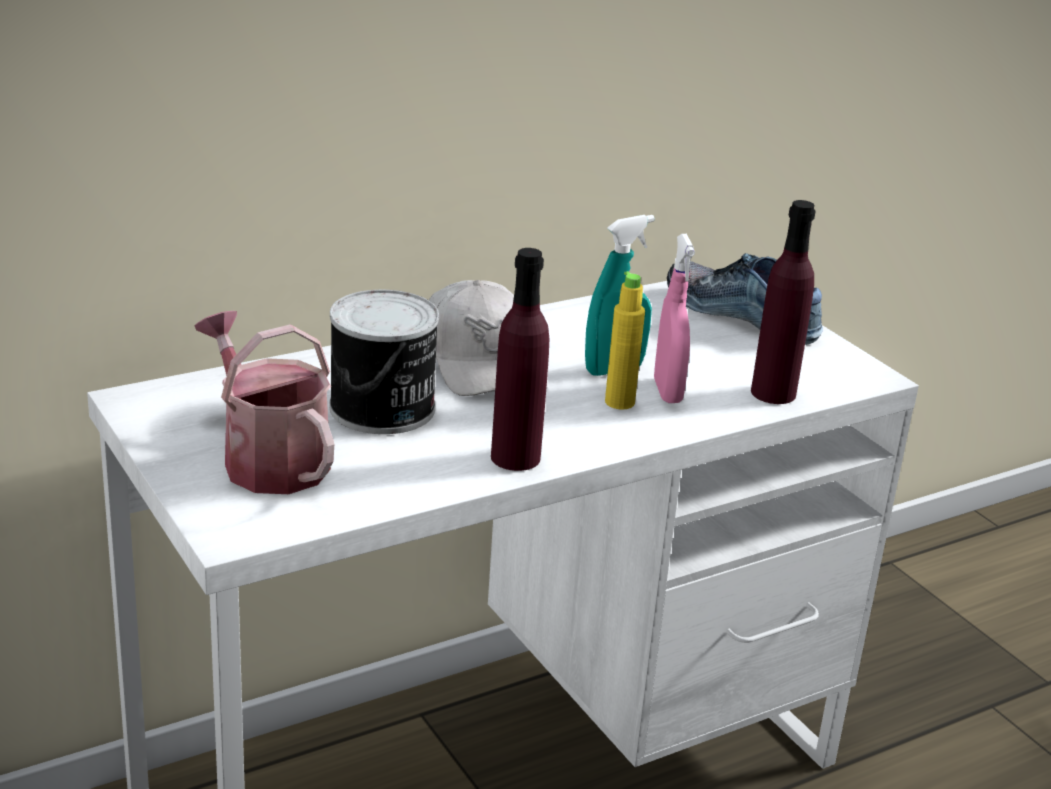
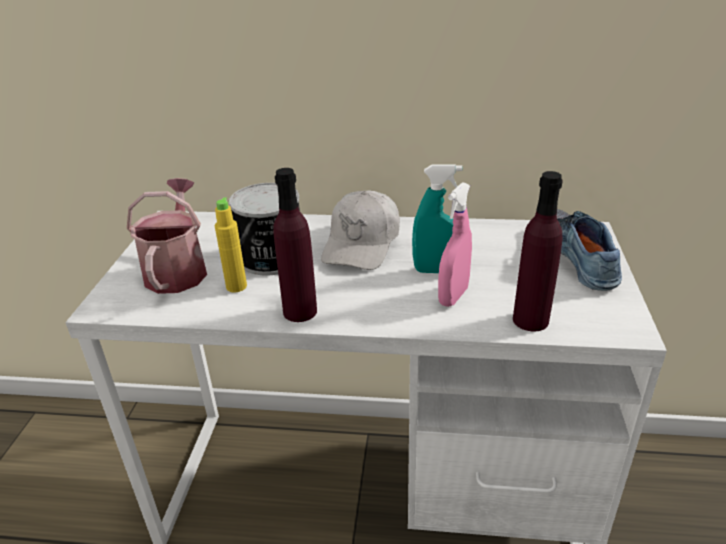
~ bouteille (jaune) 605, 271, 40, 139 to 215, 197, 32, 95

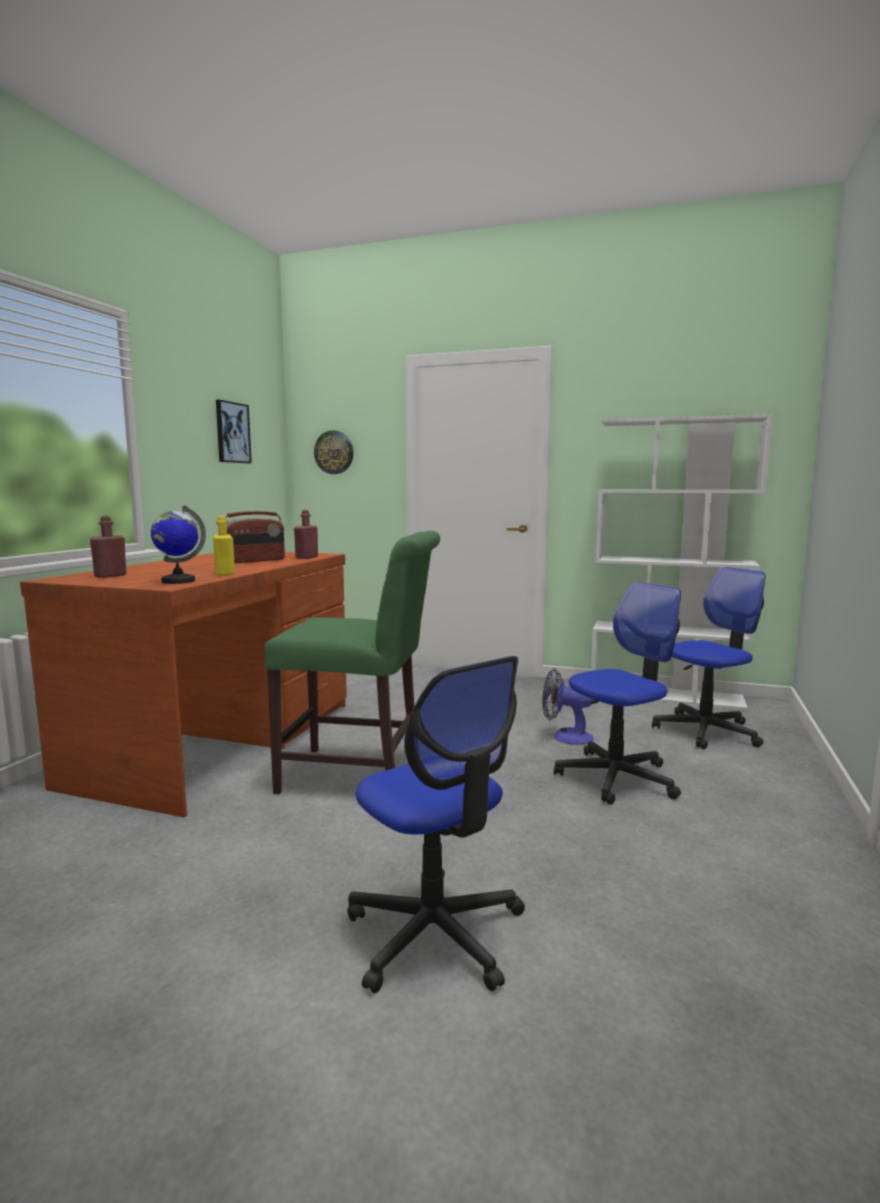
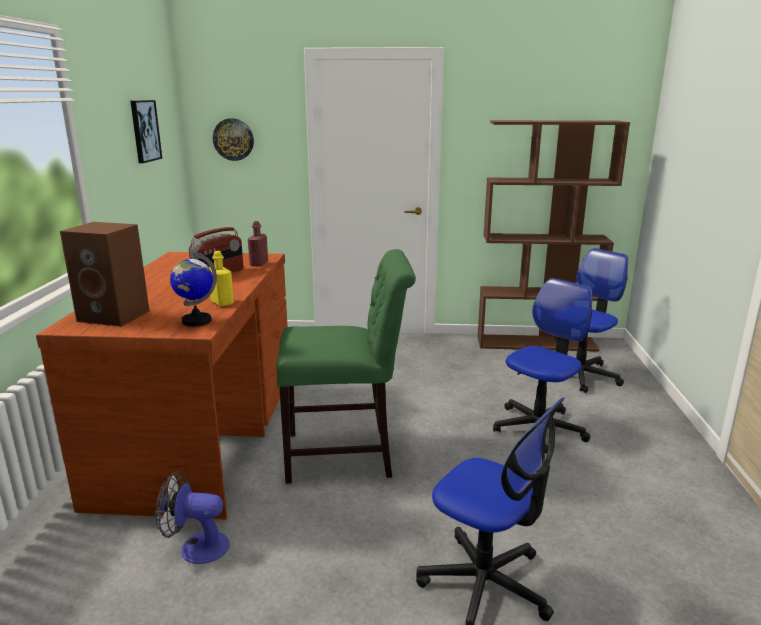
~ bouteille (rouge) 90, 516, 37, 62 to enceinte (marron) 60, 222, 90, 105
~ ventilateur 542, 669, 52, 76 to 156, 471, 74, 93
~ bibliothèque (blanc) 591, 414, 182, 296 to bibliothèque (marron) 477, 120, 153, 232

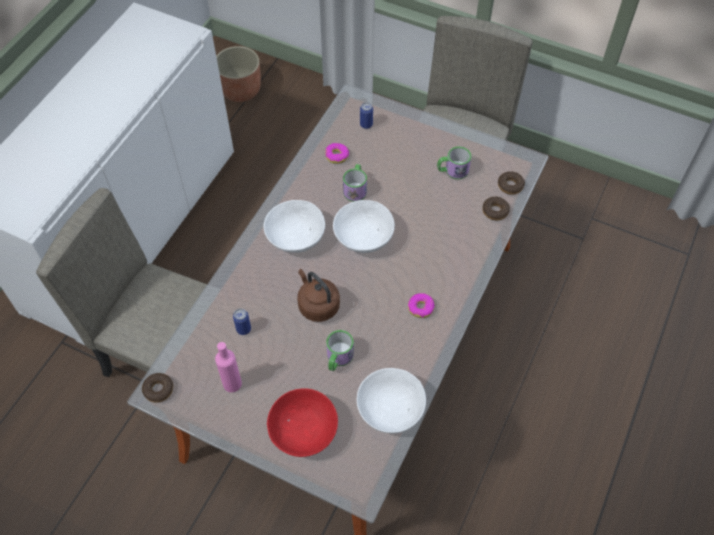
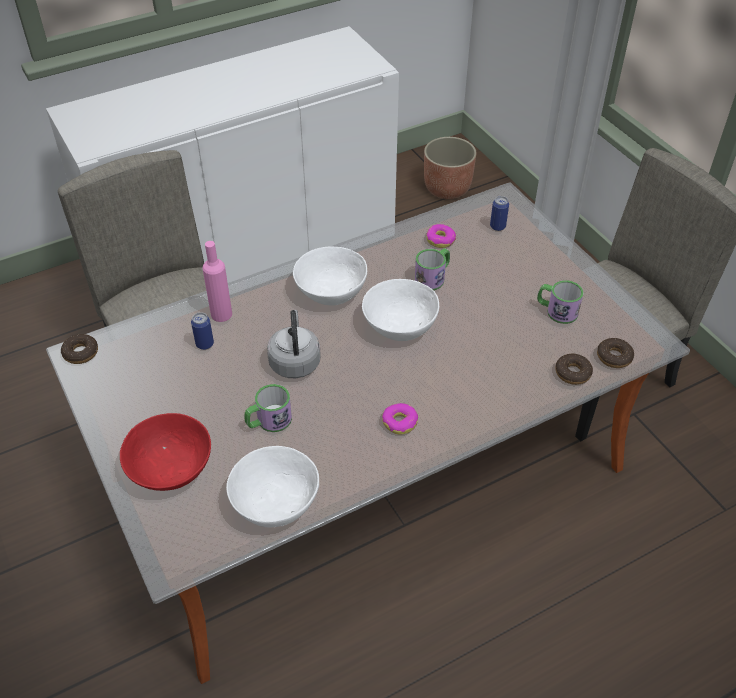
~ bouteille (rose) 215, 342, 27, 50 to 203, 241, 29, 81
~ bouilloire (marron) 297, 269, 43, 53 to bouilloire (gris) 267, 310, 54, 68

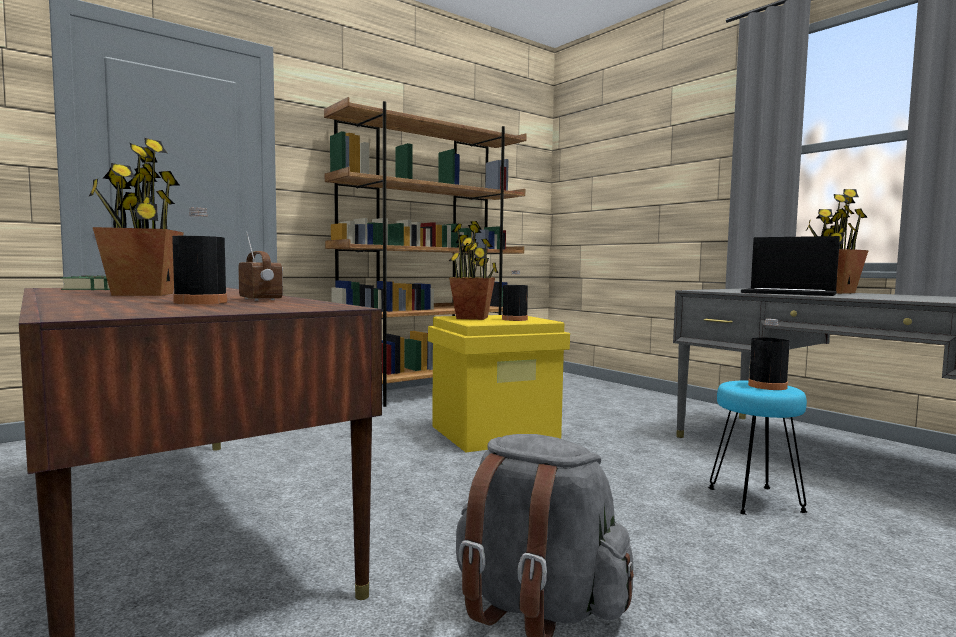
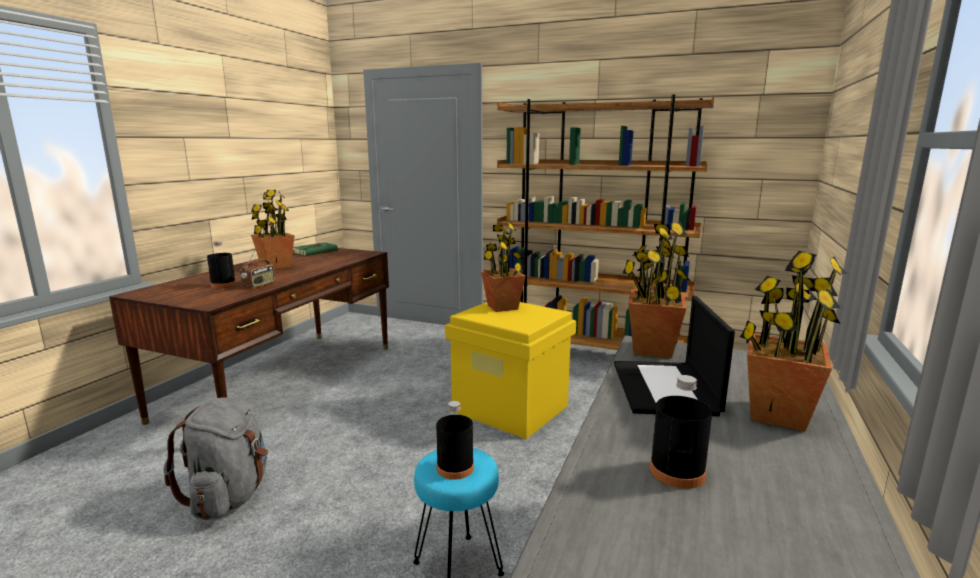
+ plante en pot 623, 222, 68, 136
~ bouteille (noir) 502, 270, 26, 51 to 650, 375, 62, 114

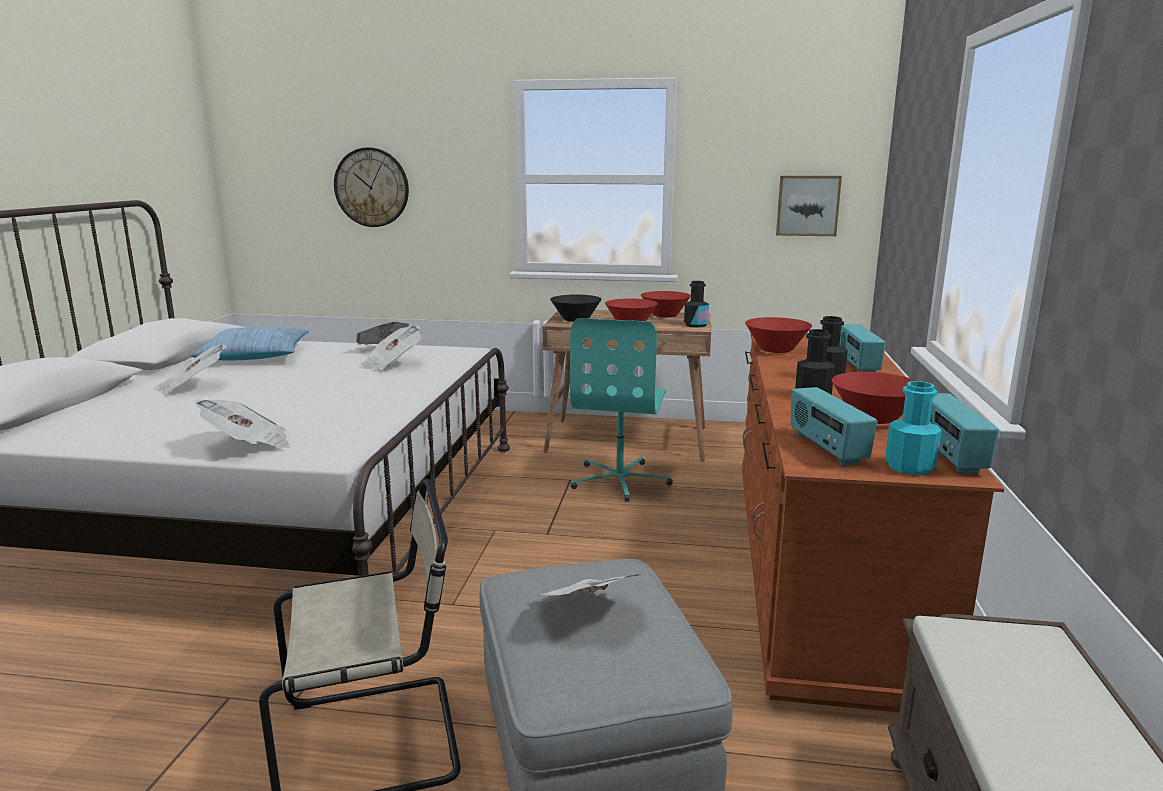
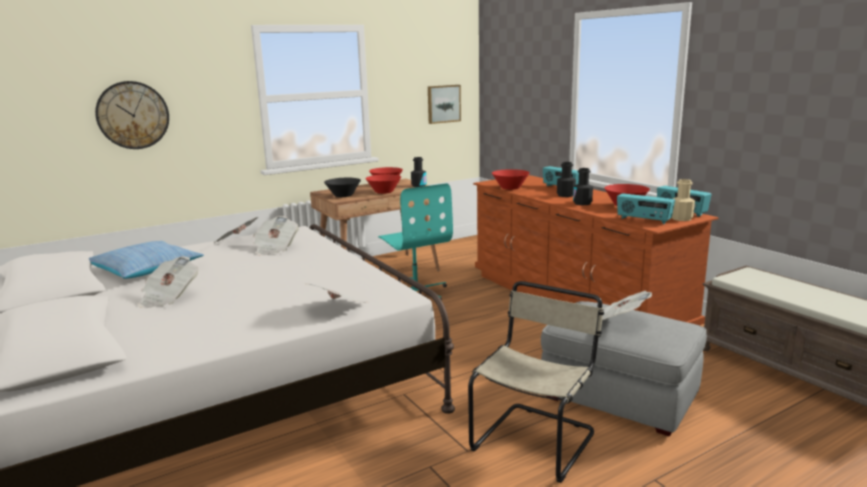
~ bouteille (turquoise) 885, 381, 57, 94 to bouteille (beige) 672, 179, 23, 42

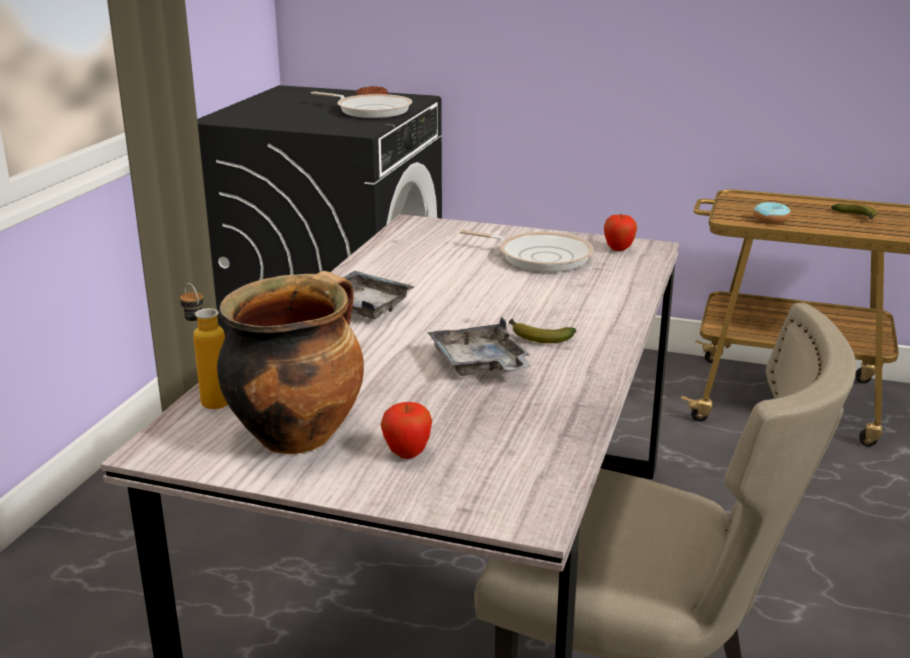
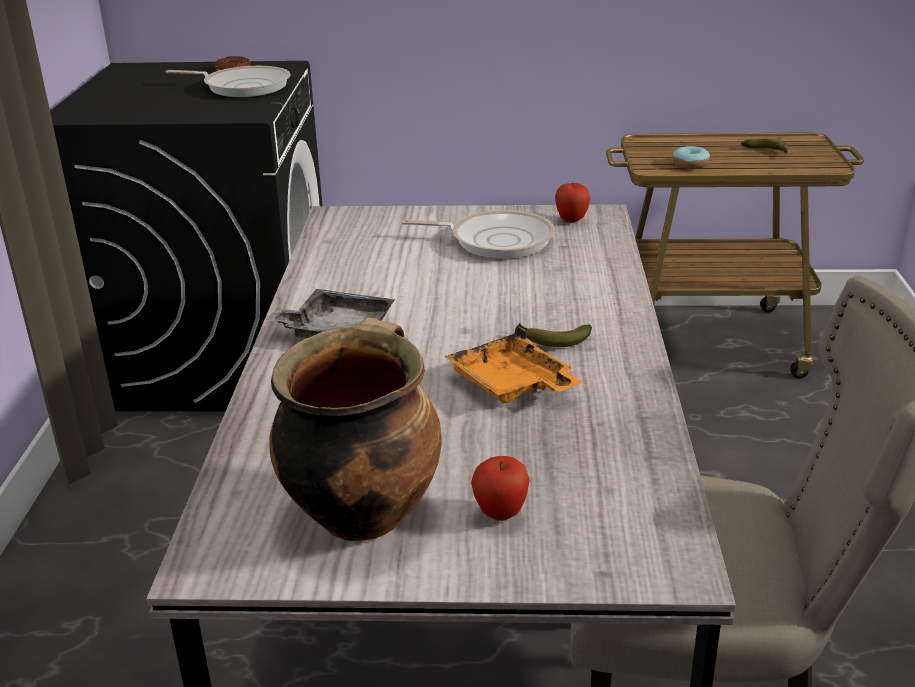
~ plateau (gris) 427, 317, 105, 59 to plateau (orange) 444, 326, 138, 77
- bouteille 180, 283, 48, 126

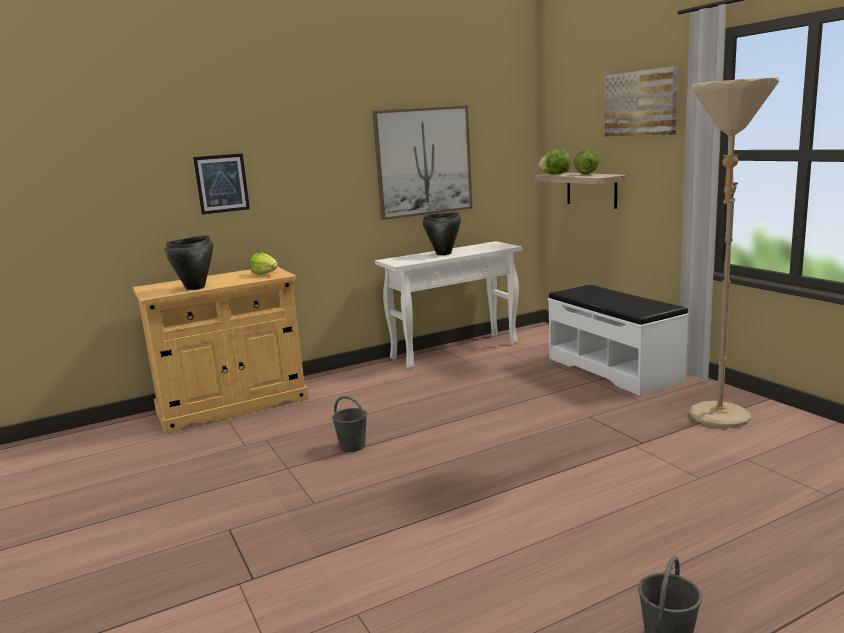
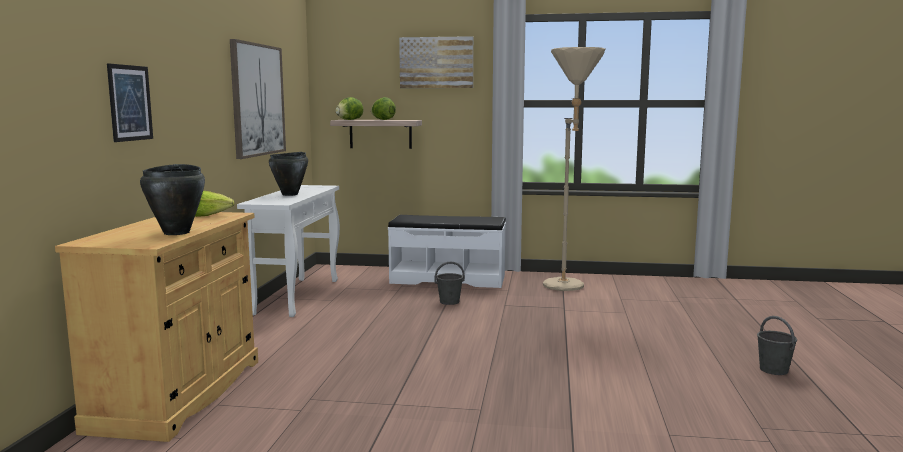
~ seau (gris) 332, 396, 35, 56 to 434, 262, 31, 43

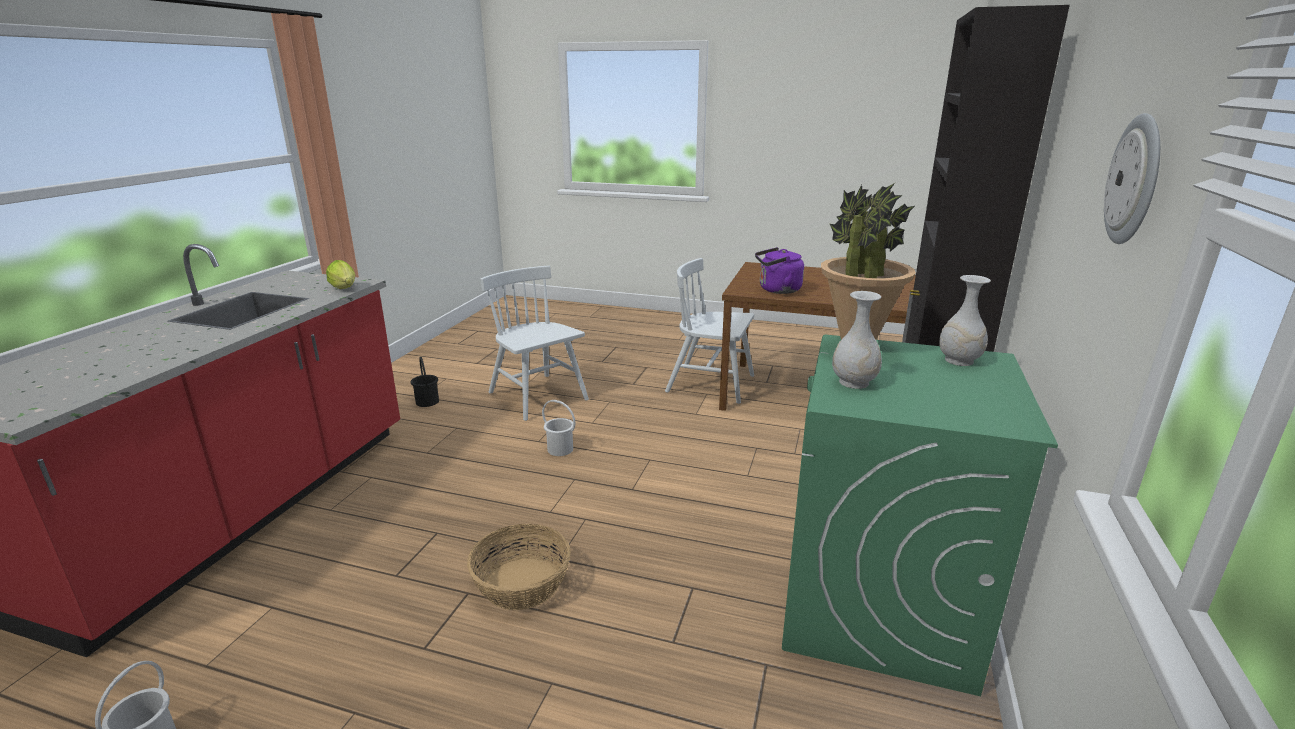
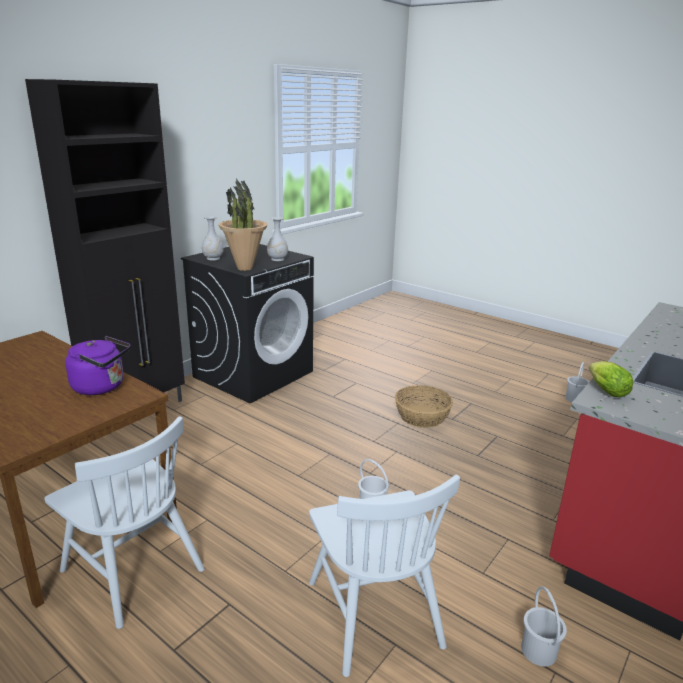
~ lave-linge (vert) 782, 335, 276, 361 to lave-linge (noir) 181, 244, 133, 160
~ seau (noir) 411, 357, 28, 50 to seau (blanc) 521, 586, 46, 81
- horloge murale 1104, 113, 56, 131

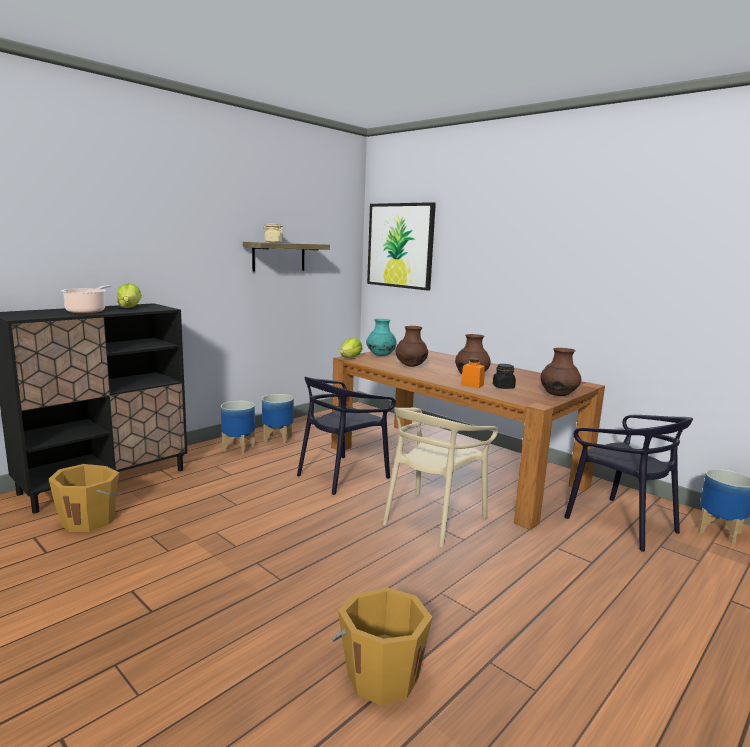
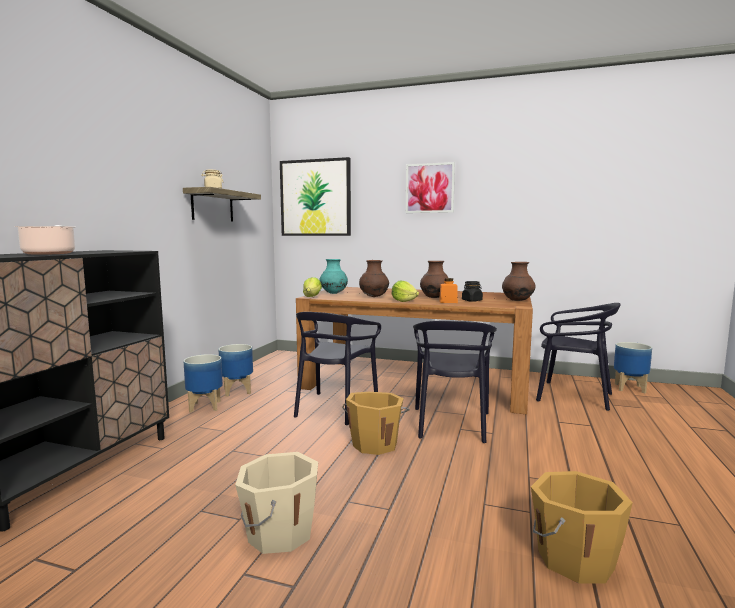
+ seau (beige) 235, 452, 83, 102
~ seau (orange) 49, 464, 71, 68 to 342, 392, 68, 63
~ laitue 117, 284, 25, 24 to 392, 281, 27, 21
+ tableau 406, 162, 49, 51
~ chaise (beige) 383, 408, 115, 140 to chaise (noir) 413, 320, 84, 123

